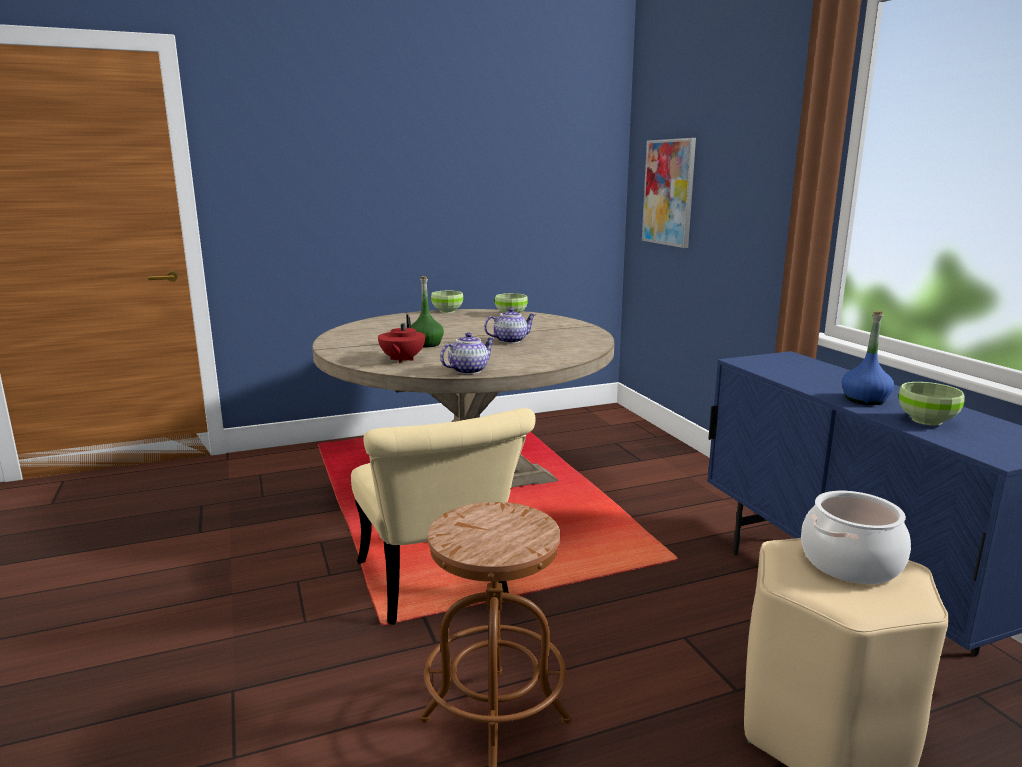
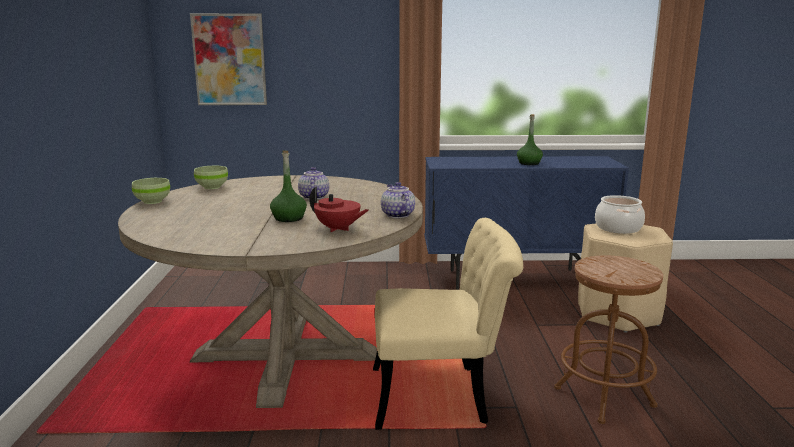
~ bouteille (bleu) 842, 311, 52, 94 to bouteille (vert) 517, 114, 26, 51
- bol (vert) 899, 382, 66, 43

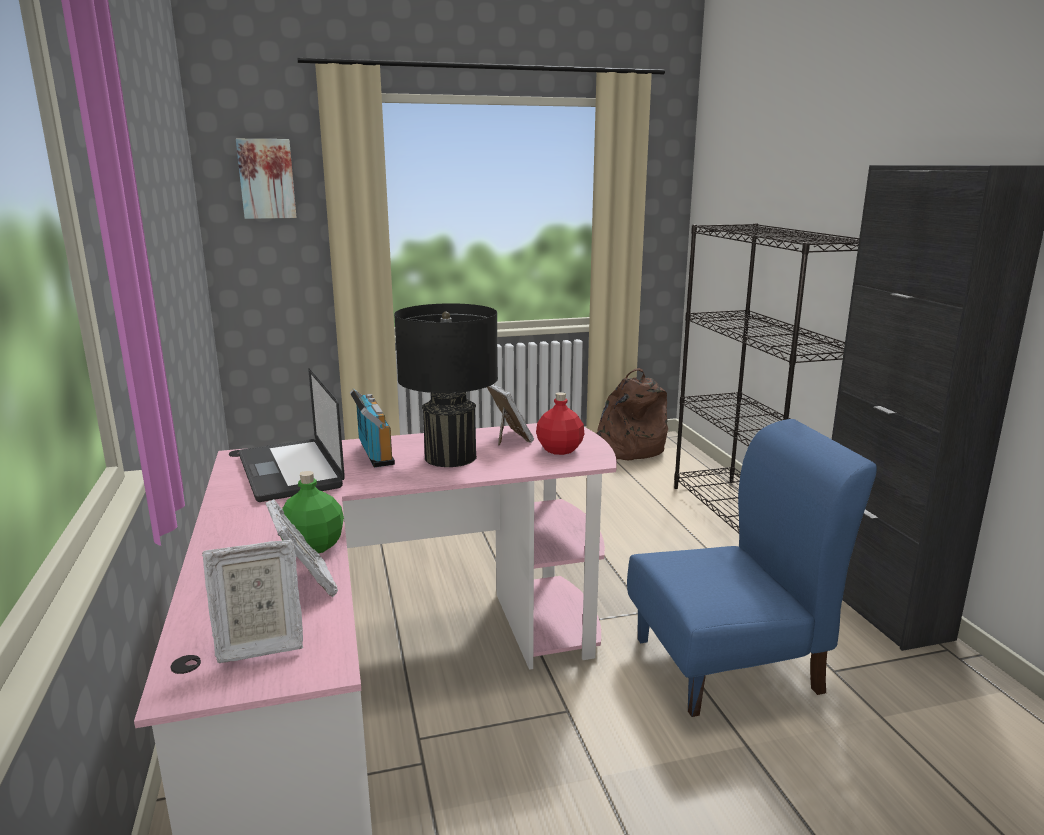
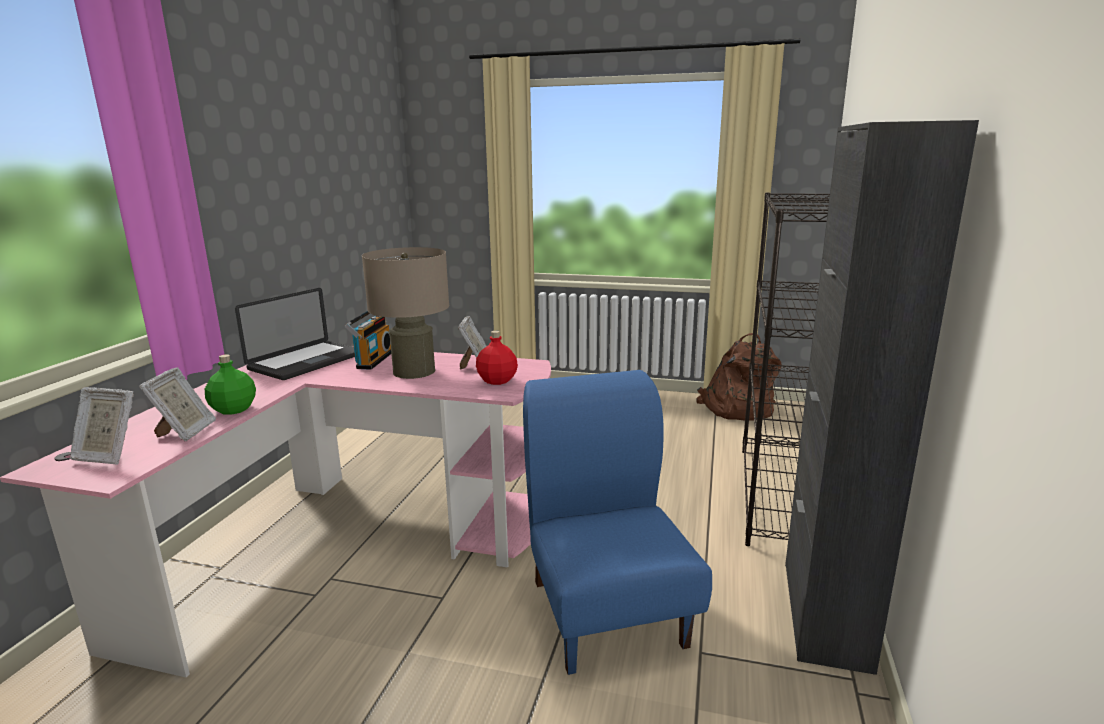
~ ordinateur portable 239, 368, 106, 134 = 235, 288, 120, 92 150 degrees counterclockwise
~ lampe de table (noir) 394, 303, 104, 164 to lampe de table (beige) 362, 247, 87, 132
~ chaise (bleu) 627, 419, 250, 298 = 523, 370, 189, 305 120 degrees counterclockwise
- tableau 236, 139, 60, 80

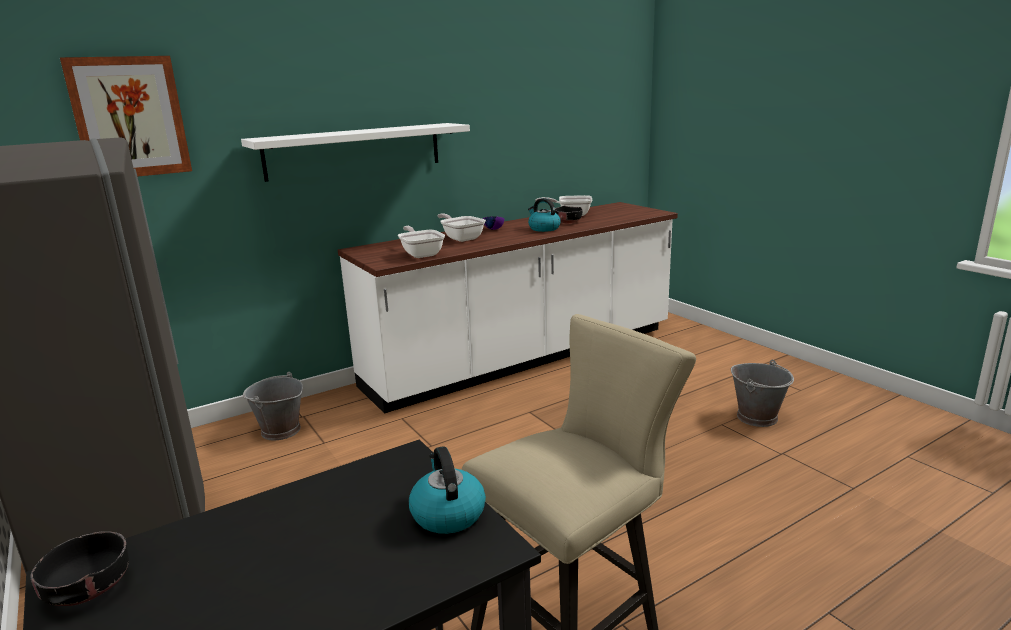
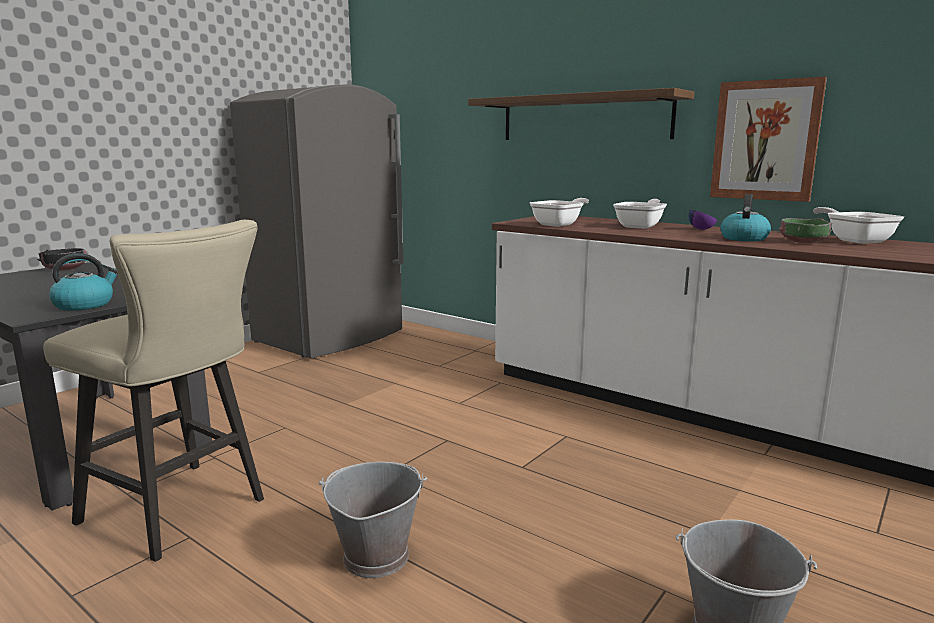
~ seau (gris) 243, 372, 60, 68 to 319, 462, 108, 116
~ étagère (blanc) 241, 123, 229, 59 to étagère (marron) 468, 88, 227, 52
~ tableau 60, 56, 132, 121 to 710, 77, 117, 125
~ bol (noir) 555, 205, 28, 18 to bol (vert) 779, 218, 53, 25

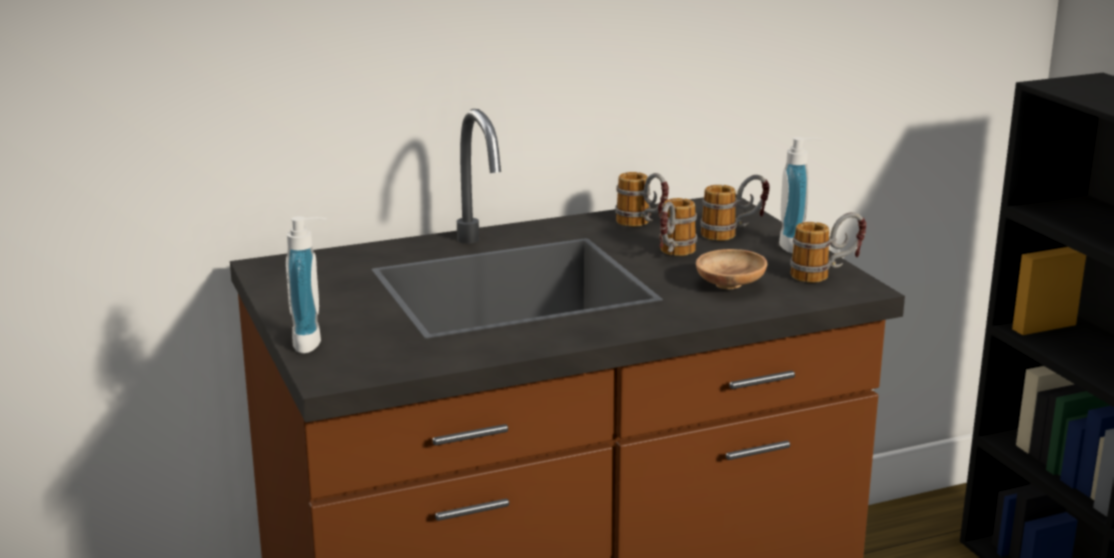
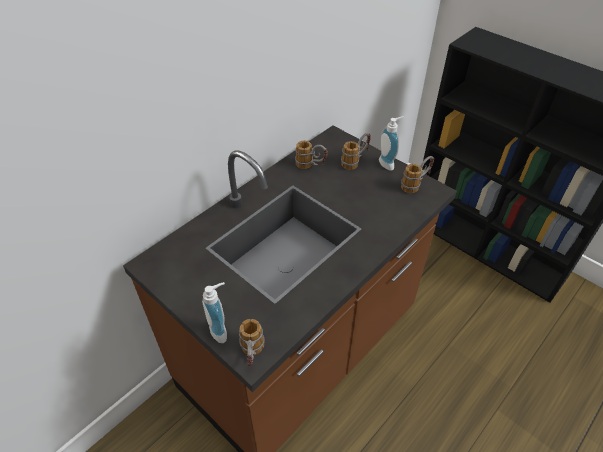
~ mug 660, 198, 37, 58 to 239, 319, 25, 48
- bol (marron) 696, 249, 71, 40

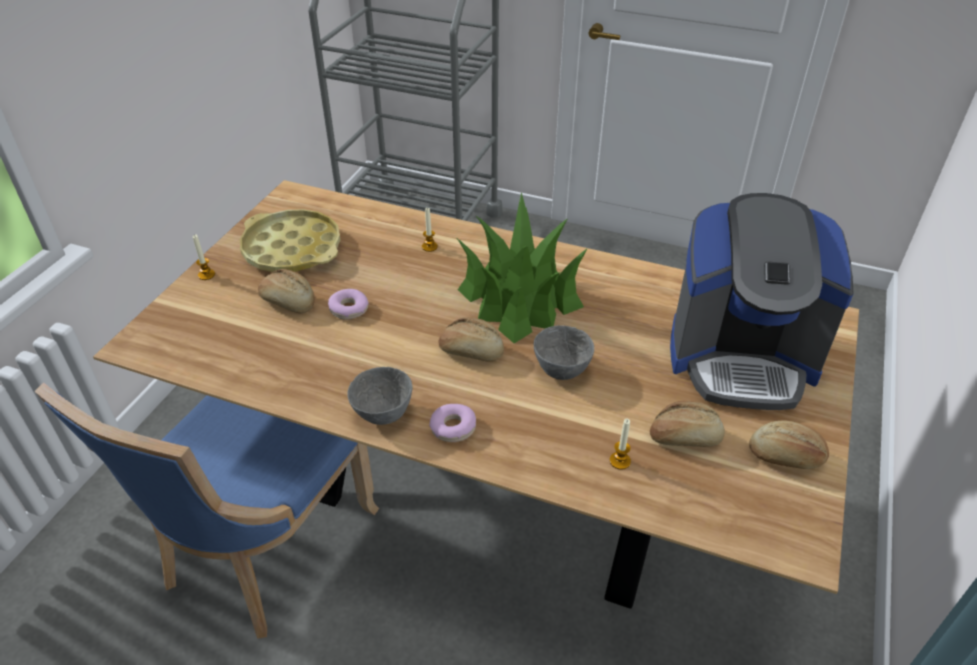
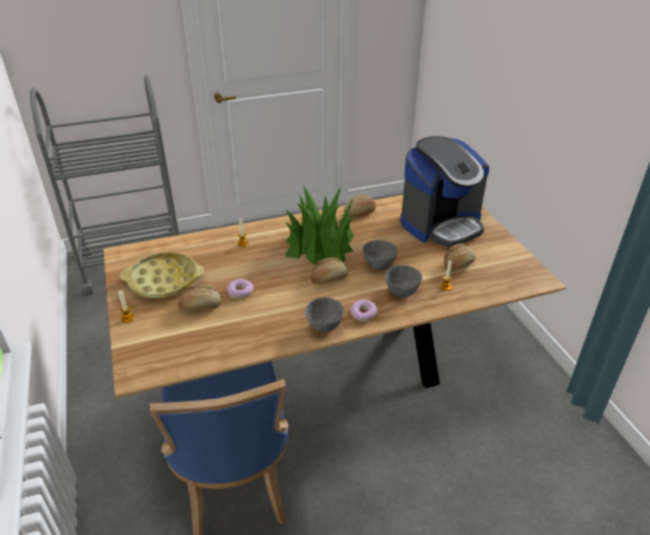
~ pain 749, 421, 80, 48 to 344, 195, 32, 23
+ bol (gris) 385, 265, 37, 32

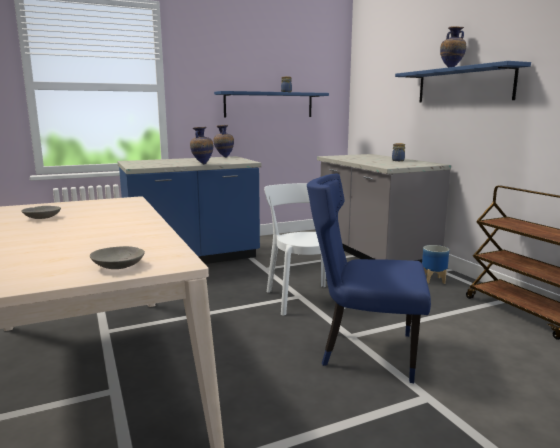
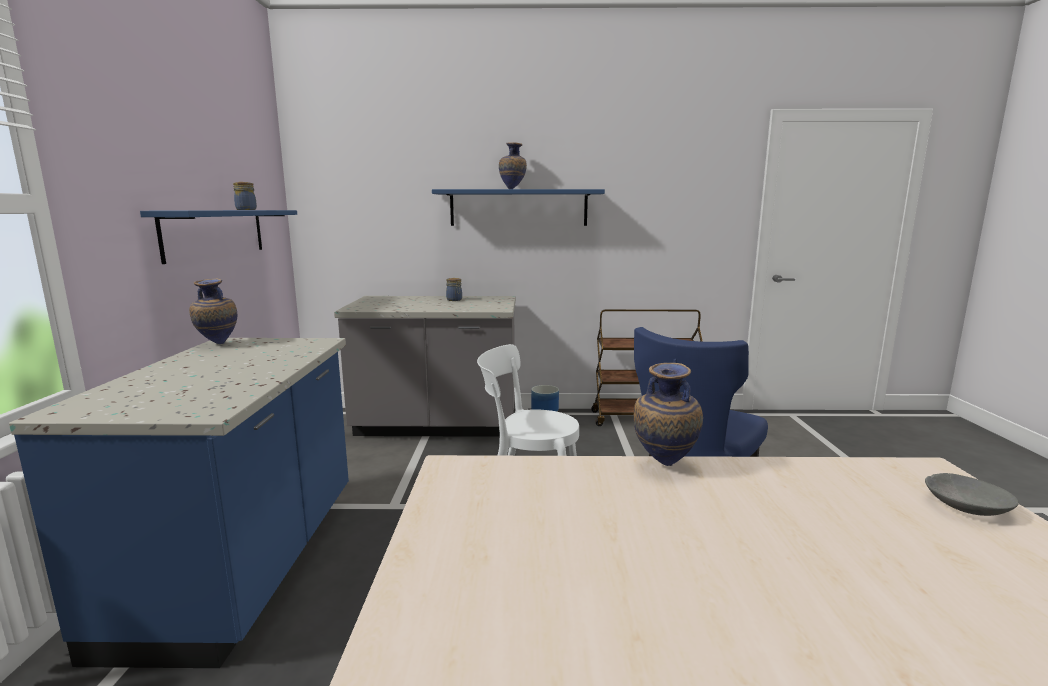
~ vase 190, 127, 23, 37 to 634, 363, 69, 103
- bol (gris) 21, 206, 40, 13

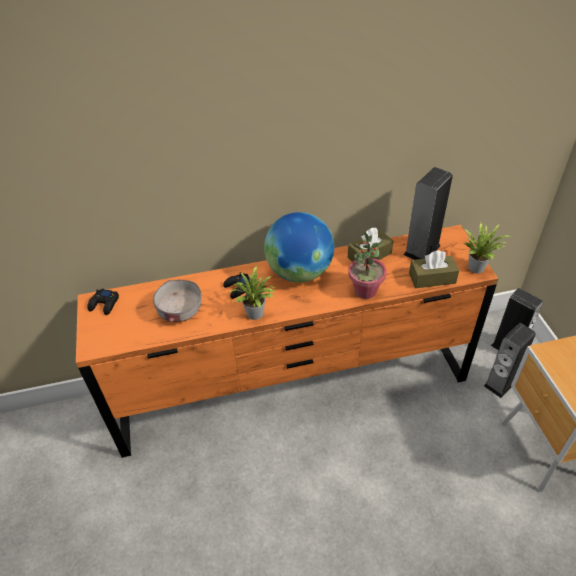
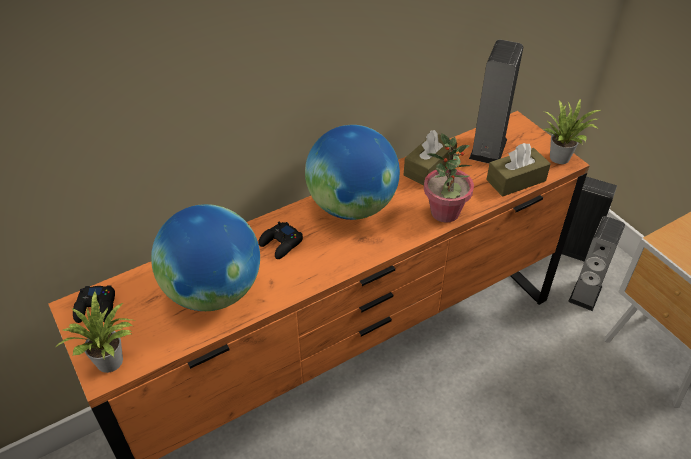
~ plante en pot 229, 265, 49, 55 to 56, 291, 77, 82
~ bol (gris) 153, 280, 49, 42 to globe 151, 204, 109, 107

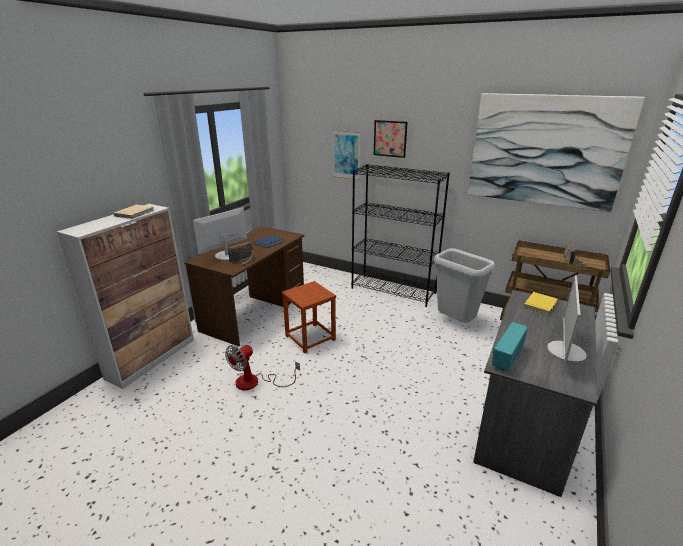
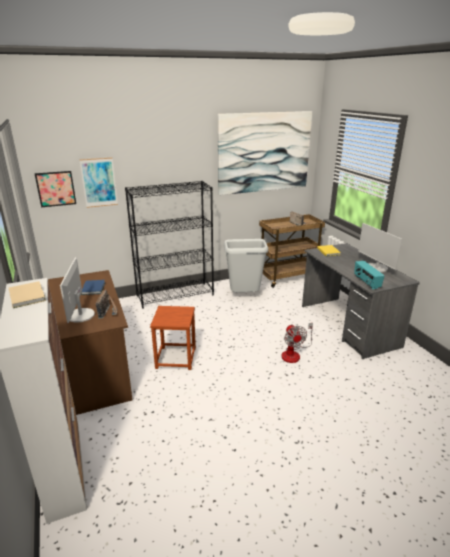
~ tableau 374, 120, 34, 38 to 35, 171, 41, 36
~ ventilateur 225, 344, 75, 46 to 282, 323, 31, 40

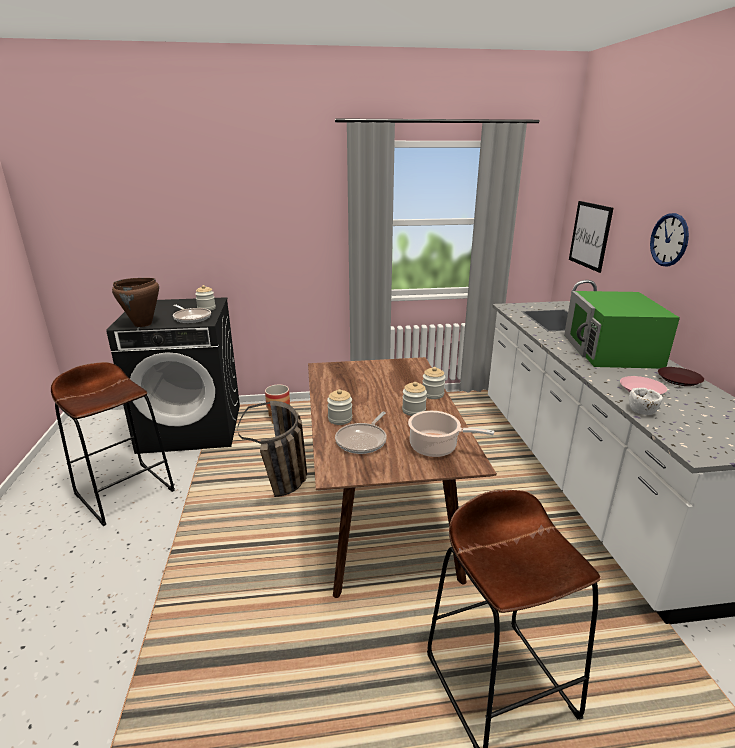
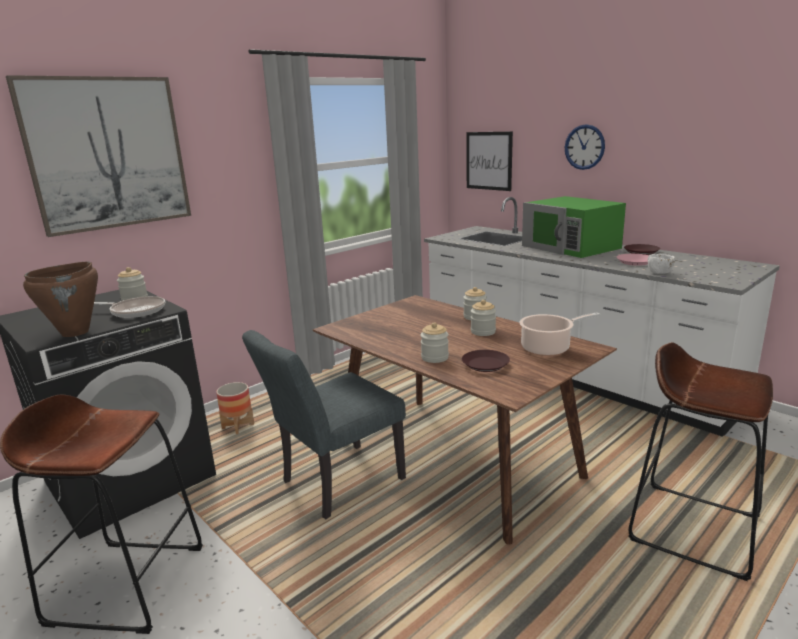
+ tableau 6, 75, 185, 162
~ panier 238, 401, 69, 96 to chaise (gris) 242, 330, 164, 189
~ poêle 335, 412, 52, 42 to assiette (marron) 462, 350, 48, 22

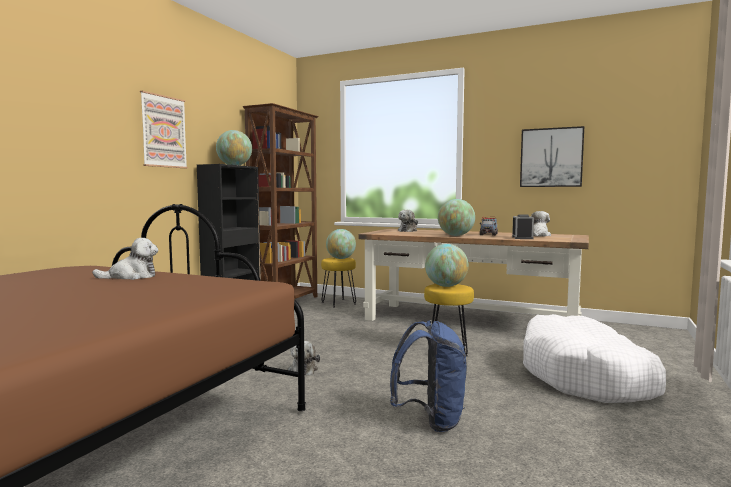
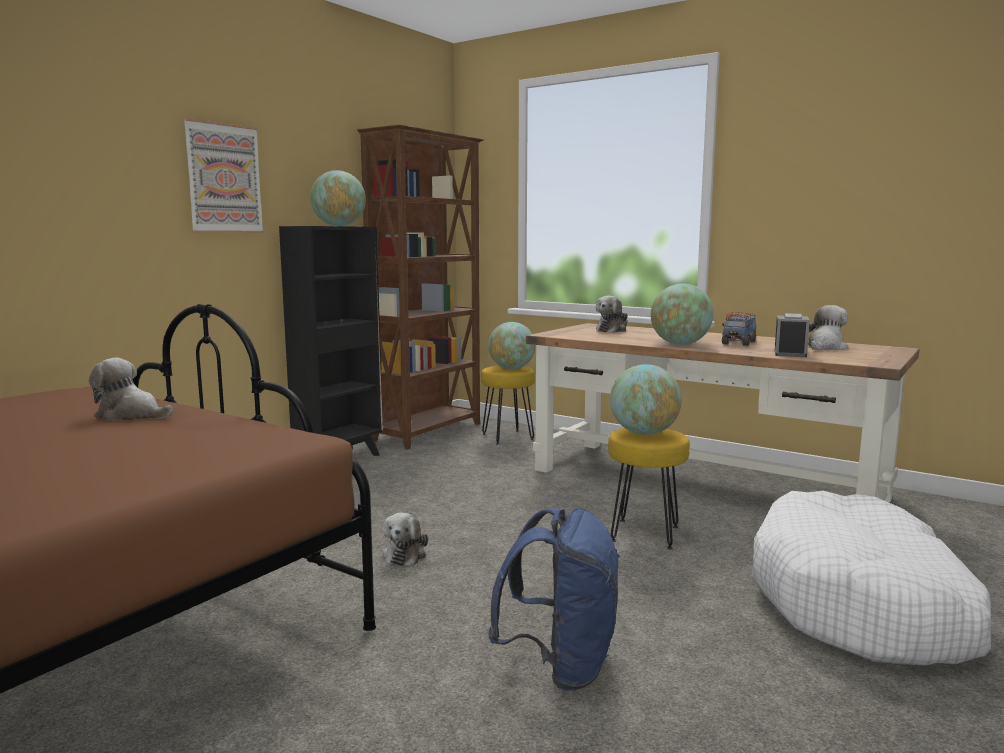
~ peluche 92, 238, 67, 42 = 89, 358, 84, 63 150 degrees counterclockwise
- tableau 520, 126, 64, 61

